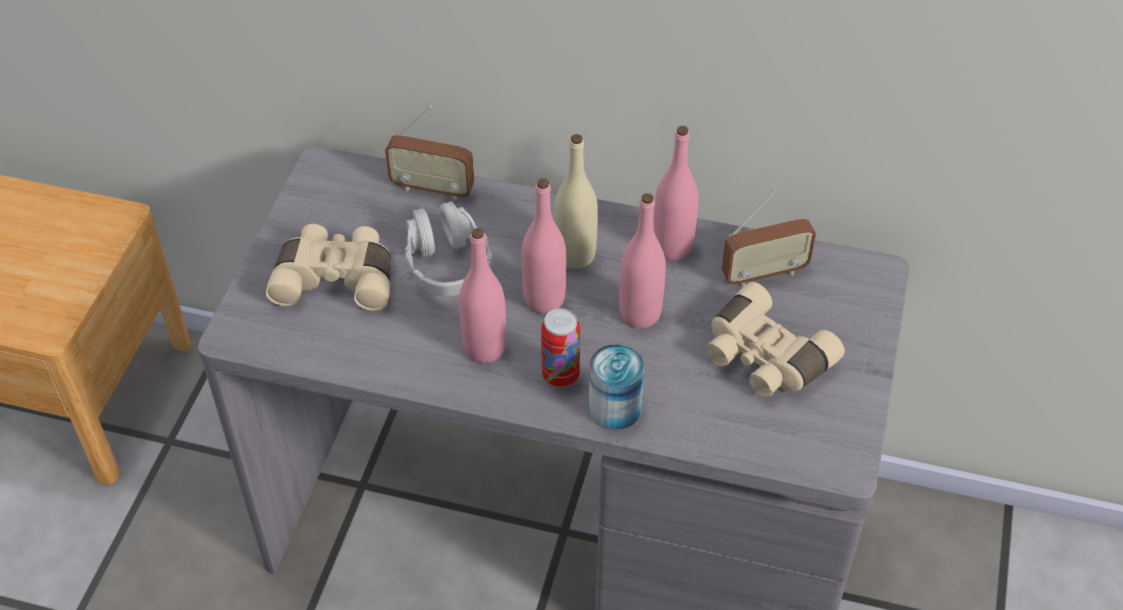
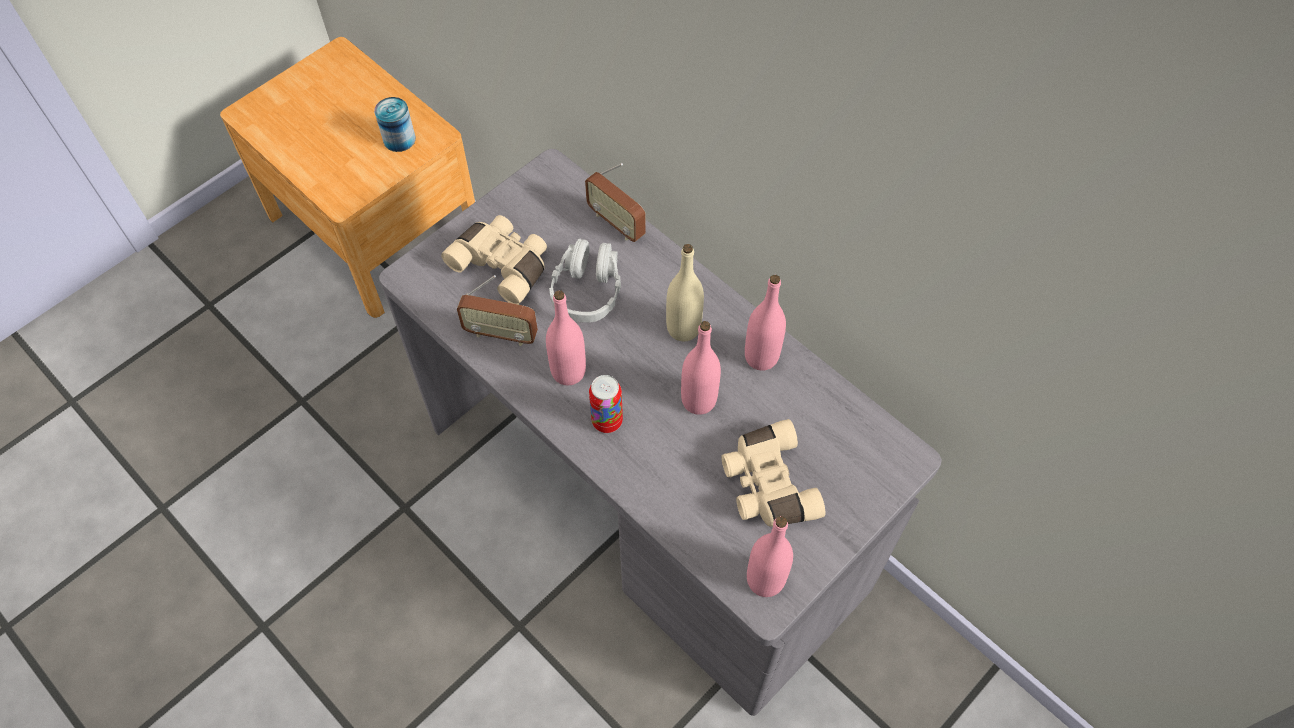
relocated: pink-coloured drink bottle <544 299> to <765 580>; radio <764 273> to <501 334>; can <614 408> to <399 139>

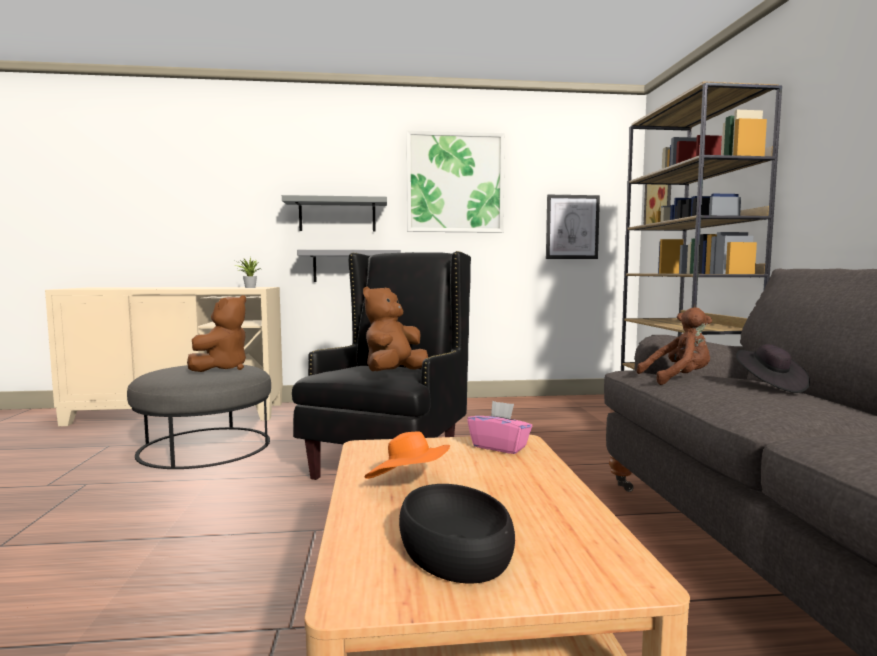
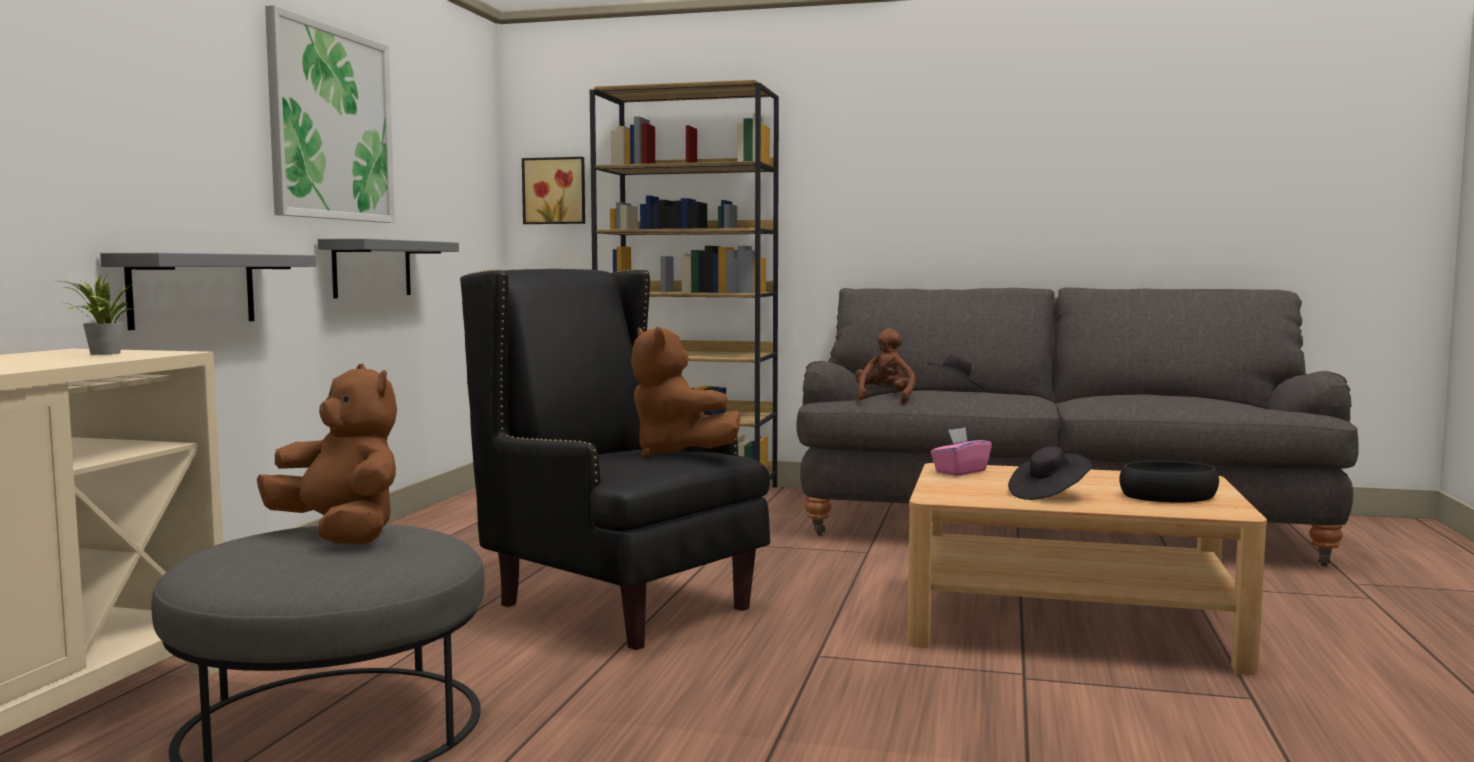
missing: picture <572 227>
relocated: gray shelf <337 215> to <372 268>
colour: orangey hat <409 484> to black-coloured hat <1048 495>

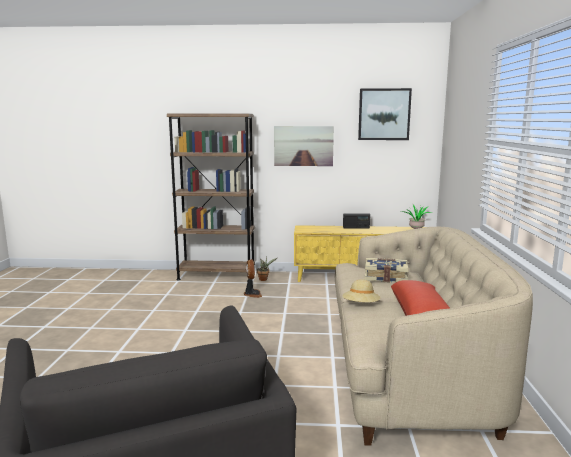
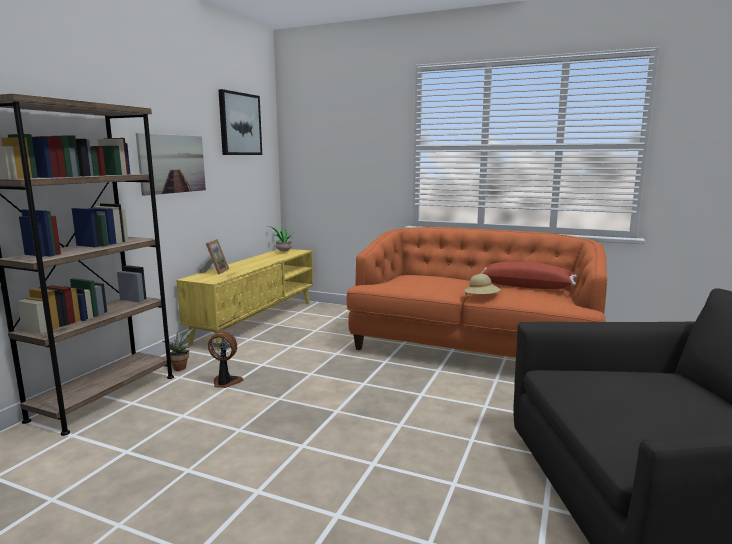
missing: radio <356 227>; book <385 277>
appeared: picture frame <215 271>
colour: sand-coloured couch <407 369> to orangey couch <473 348>

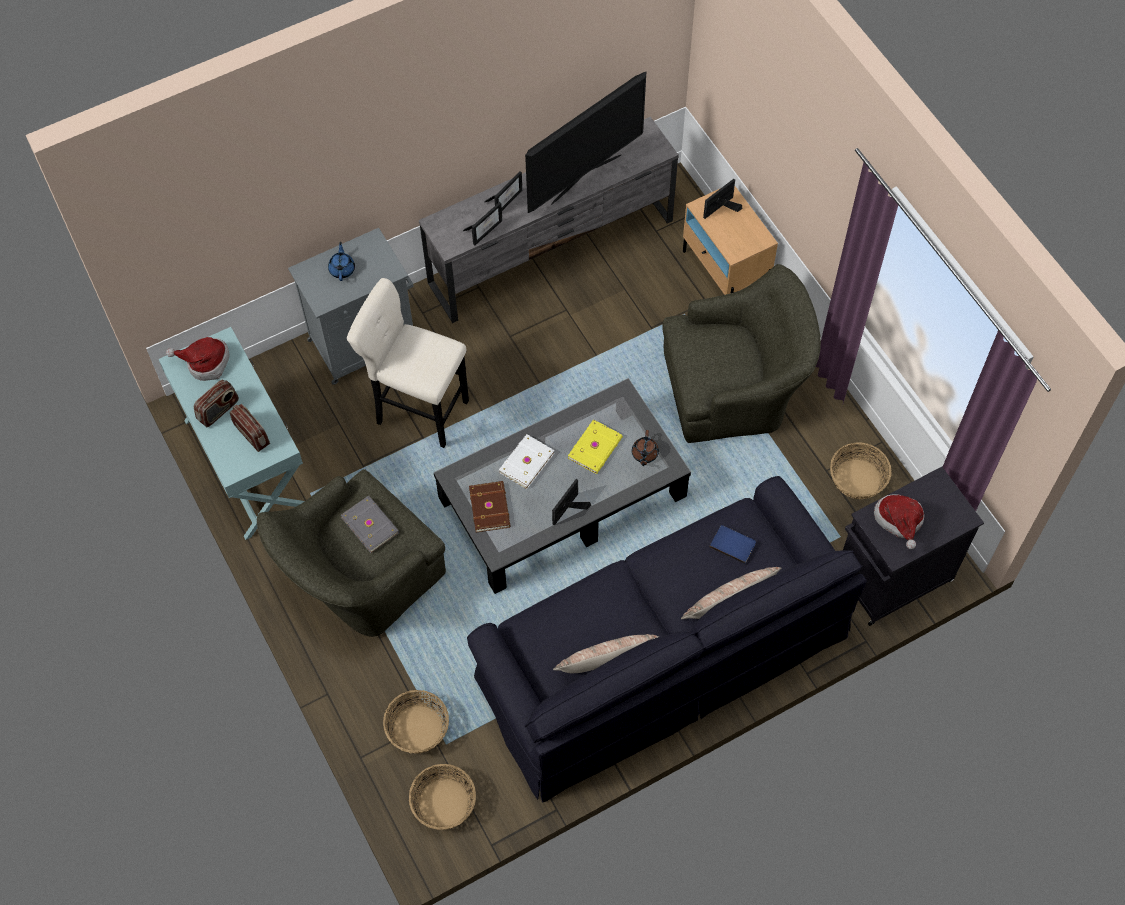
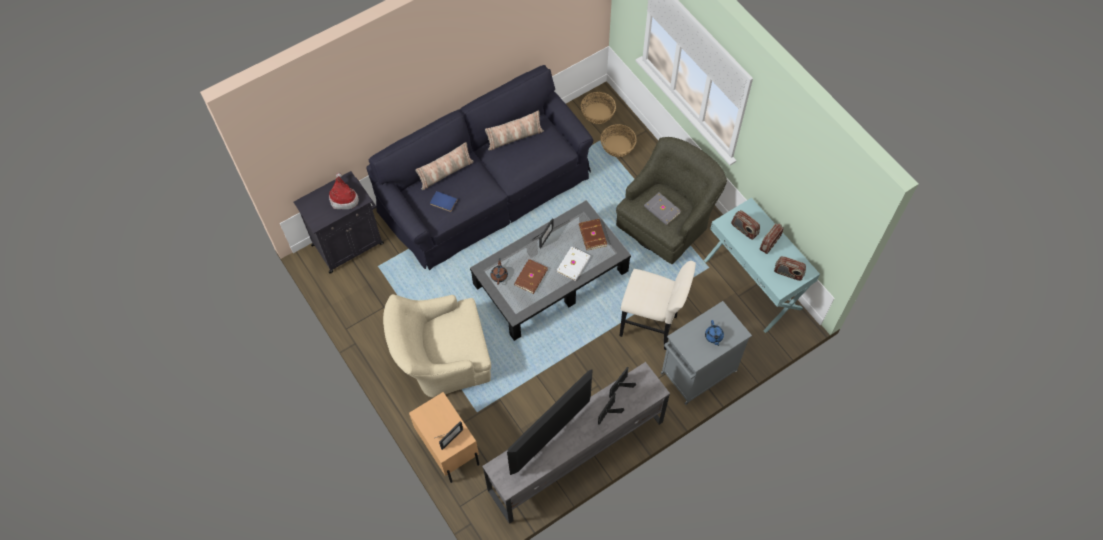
missing: basket <858 479>
exchanged: hat <205 363> to radio <788 273>
colour: green armchair <735 388> to sand-coloured armchair <441 358>; yellowish book <596 448> to brown book <530 277>

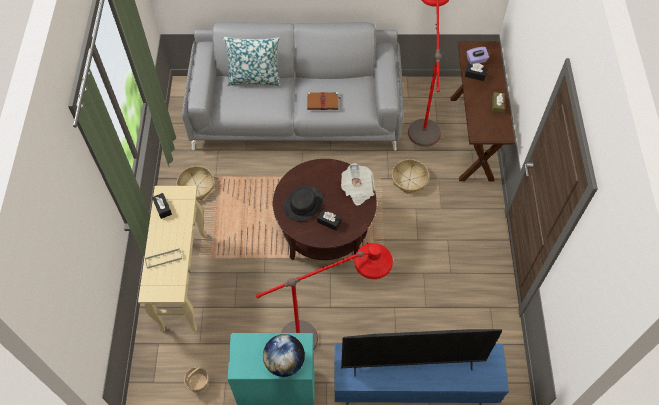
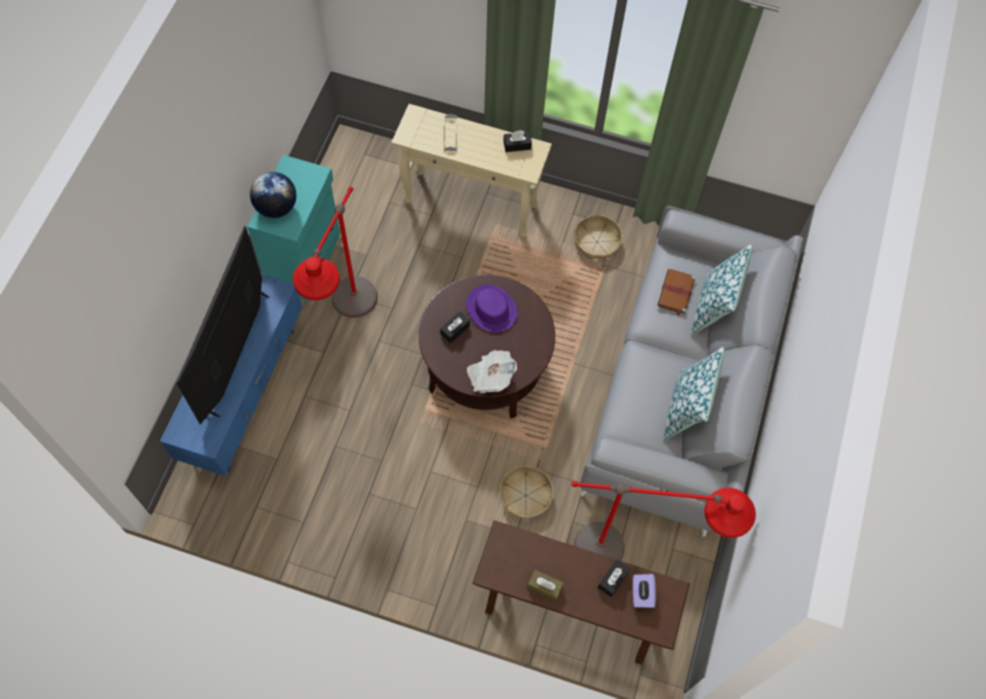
missing: basket <198 383>
appeared: throw pillow <686 408>
relocated: brown book <323 102> to <676 293>
colour: black-coloured hat <303 204> to purple hat <491 309>

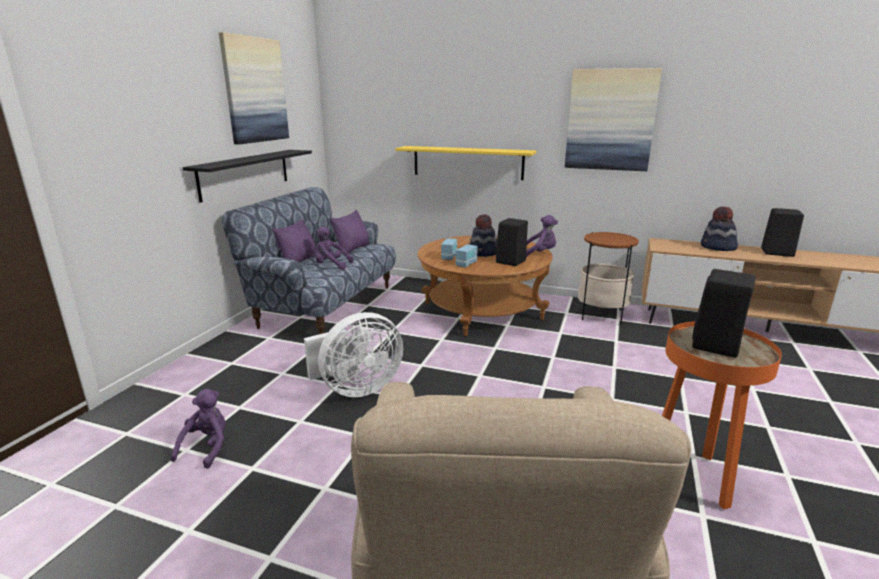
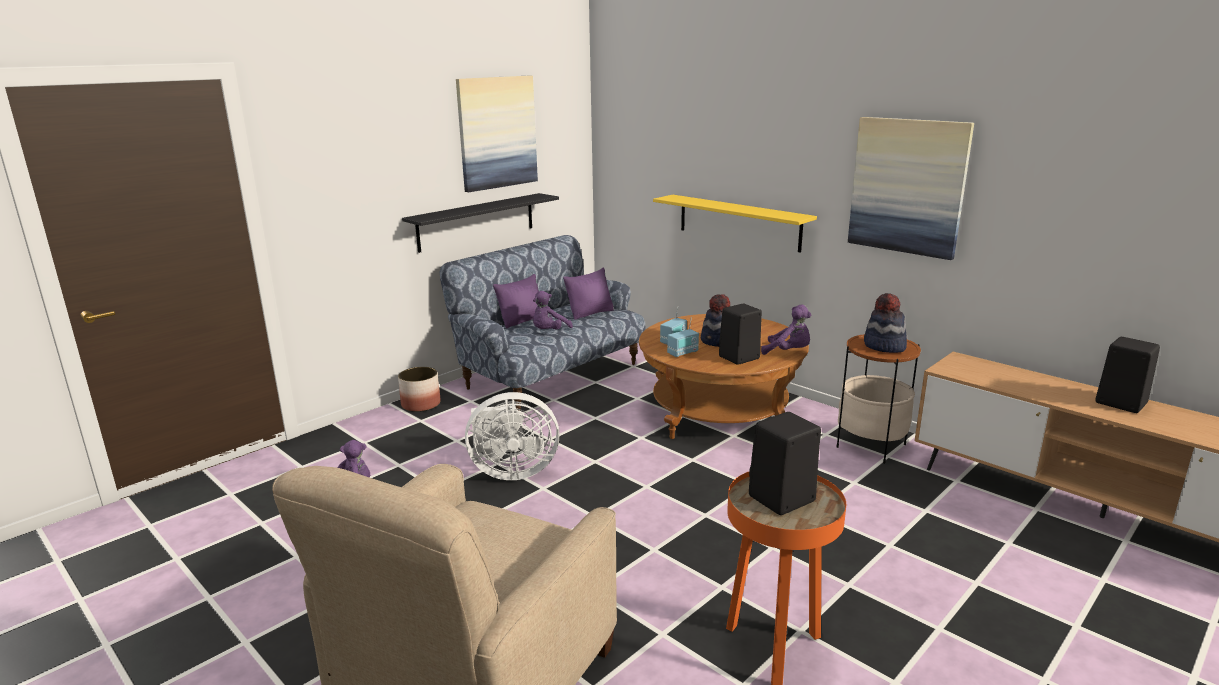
appeared: plant pot <421 404>
relocated: hat <717 247> to <884 346>
spun: purple plush toy <331 266> = <549 332> 90 degrees counterclockwise

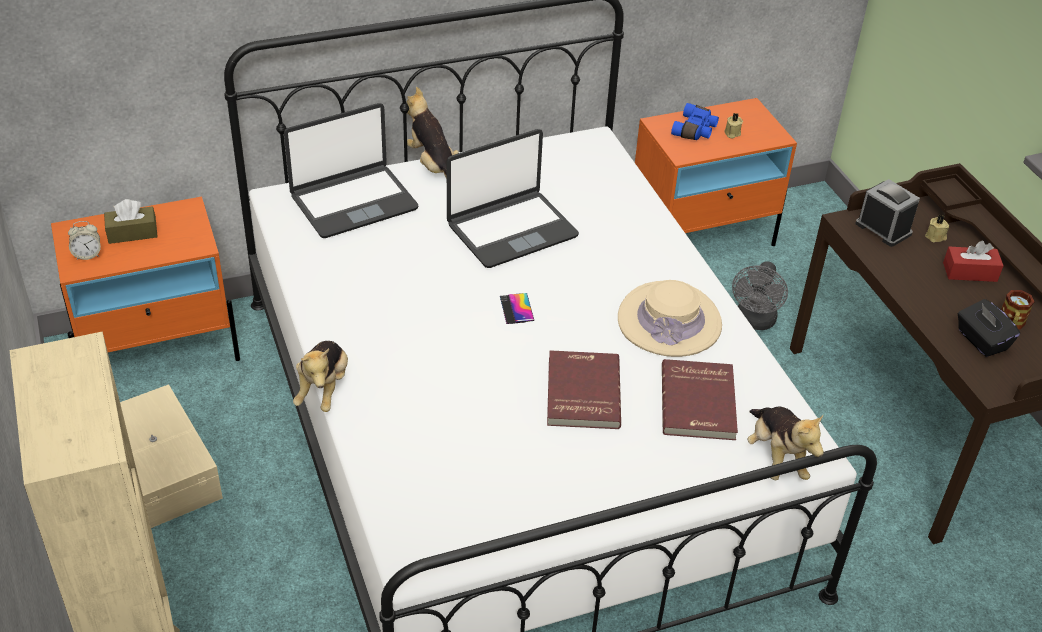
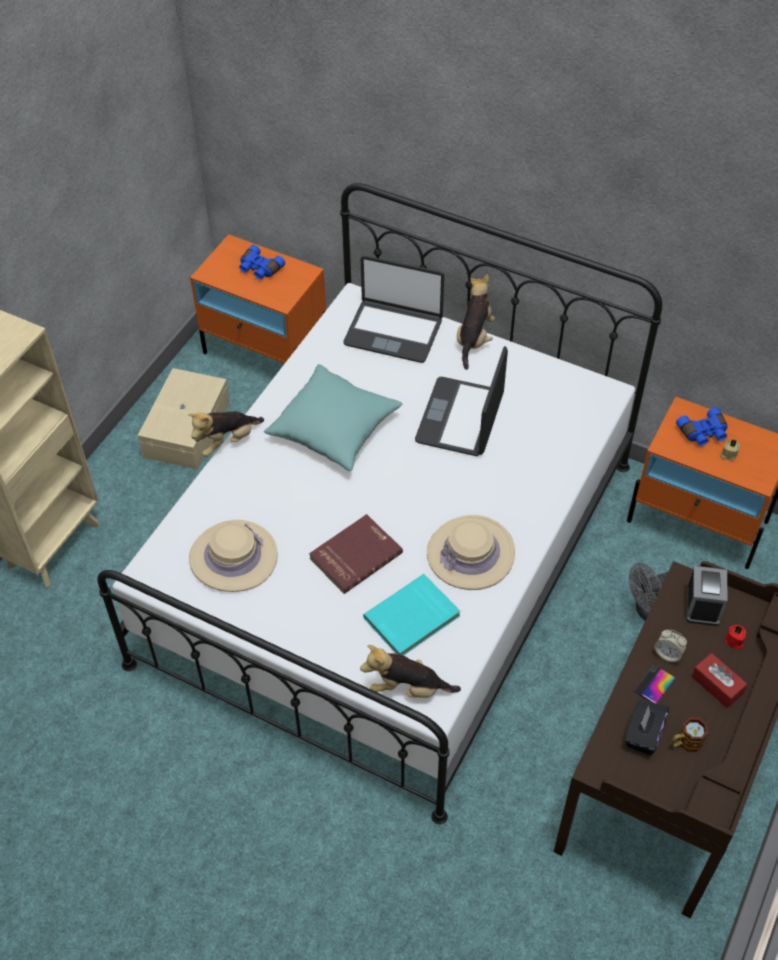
appeared: blue-green throw pillow <334 428>; sand-coloured hat <233 557>
relocated: table clock <87 255> to <668 654>; telephone <516 308> to <654 684>
exchanged: brown box of tissues <132 233> to blue pair of binoculars <259 269>
colour: sand-coloured candle <936 237> to red candle <734 641>; red book <700 402> to blue-green book <413 618>
spun: laptop <511 230> = <461 418> 90 degrees clockwise; plush toy <776 457> = <408 688> 60 degrees clockwise

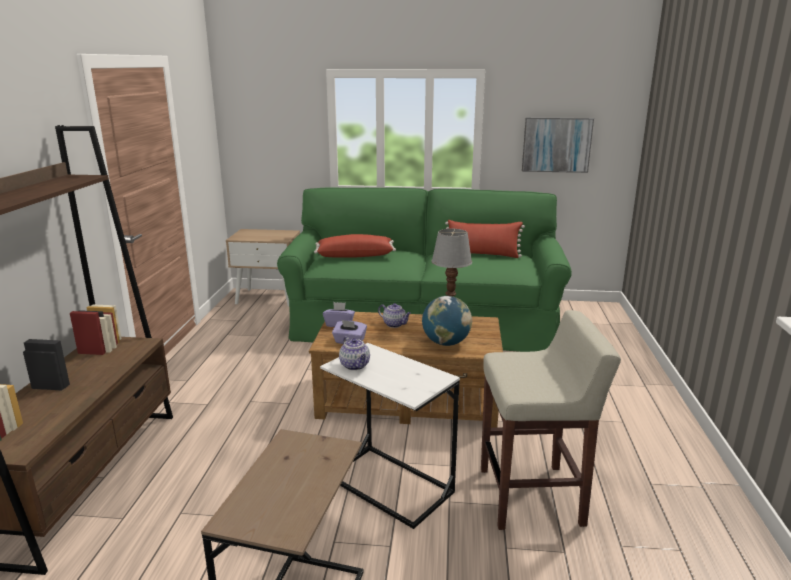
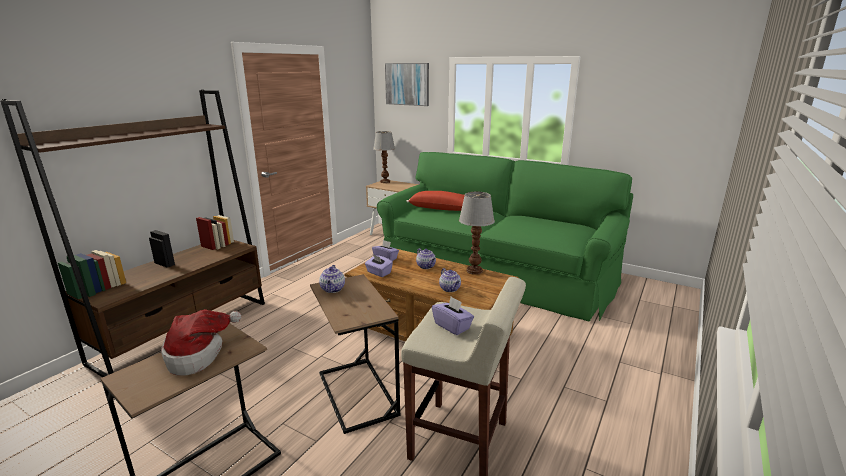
missing: red throw pillow <482 254>
appeared: tabletop lamp <385 182>; purple box of tissues <452 326>; hat <198 354>
relocated: picture <556 145> to <407 84>
exchanged: world globe <446 343> to pot for tea <450 289>
colour: whitish end table <390 484> to brown end table <357 393>

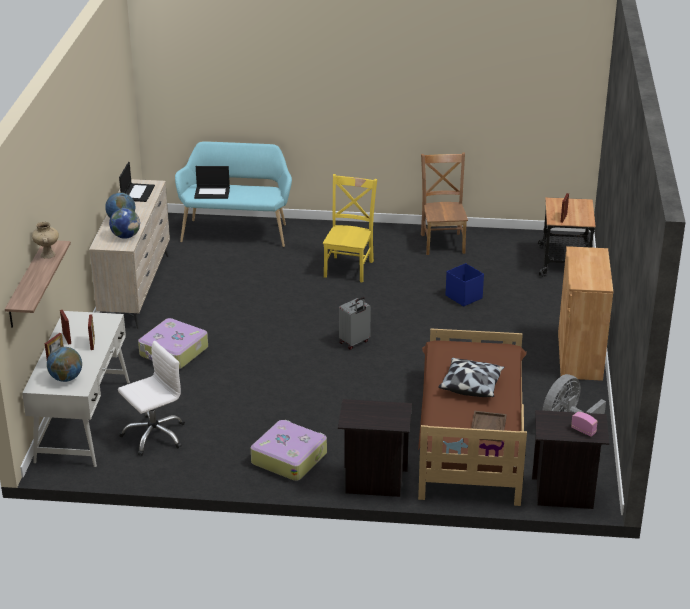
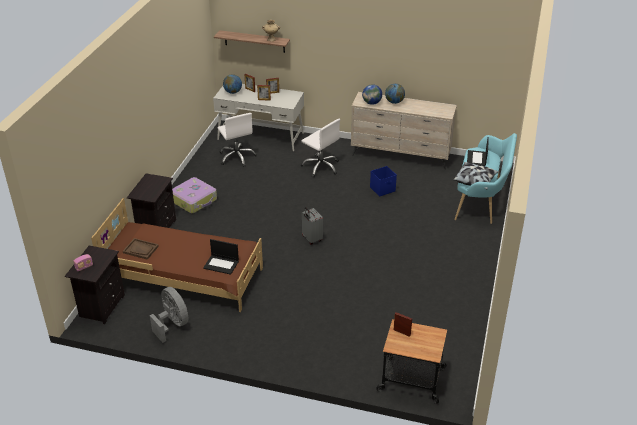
missing: brown plain chair <443 242>; yellowish plain chair <349 267>; brown storage cabinet <579 356>
relocated: laptop <137 192> to <221 264>; blue storage bin <463 296> to <383 189>; throw pillow <471 385> to <475 181>
exchanged: travel case <173 352> to whitish desk chair <321 167>

